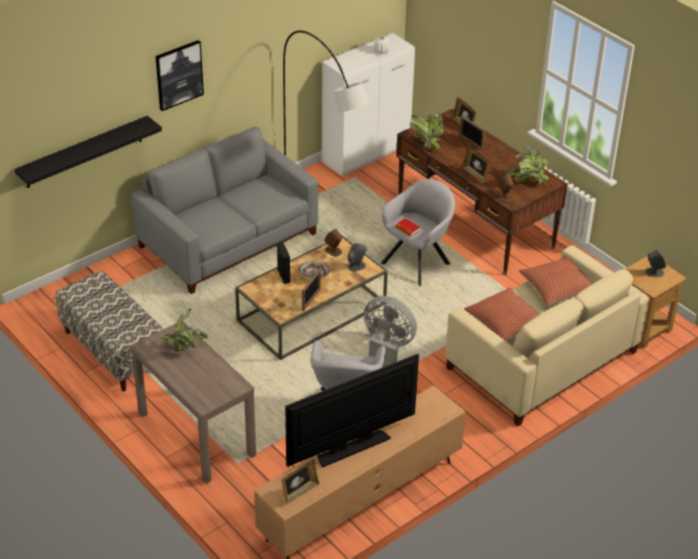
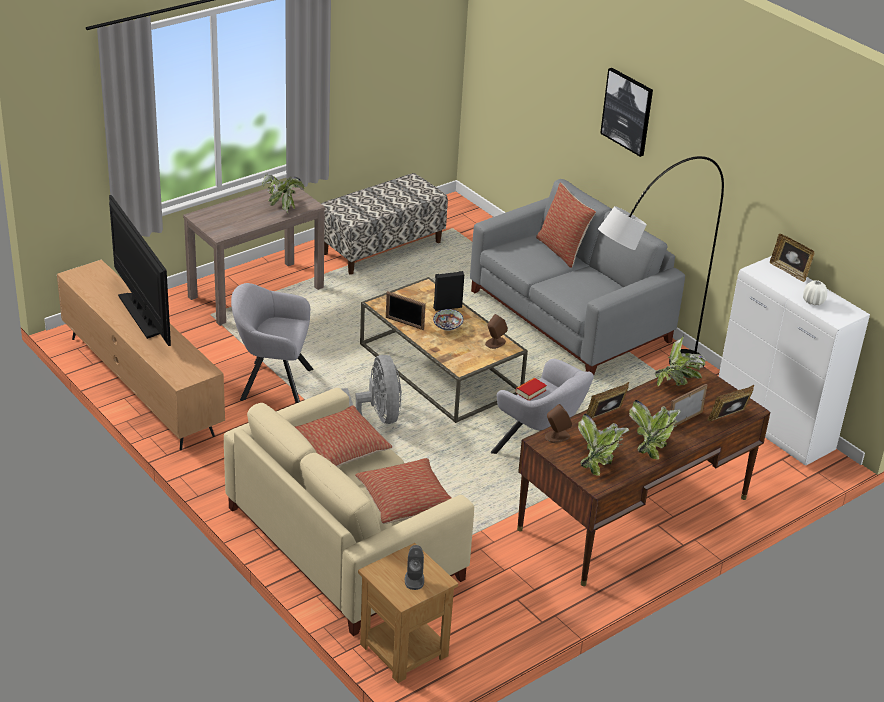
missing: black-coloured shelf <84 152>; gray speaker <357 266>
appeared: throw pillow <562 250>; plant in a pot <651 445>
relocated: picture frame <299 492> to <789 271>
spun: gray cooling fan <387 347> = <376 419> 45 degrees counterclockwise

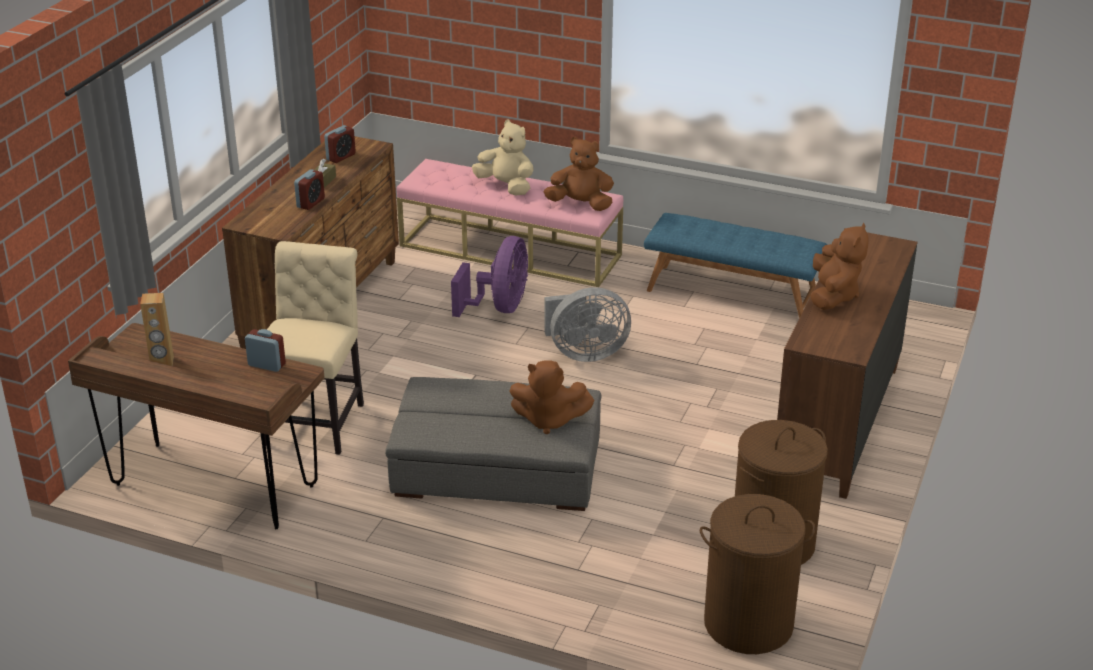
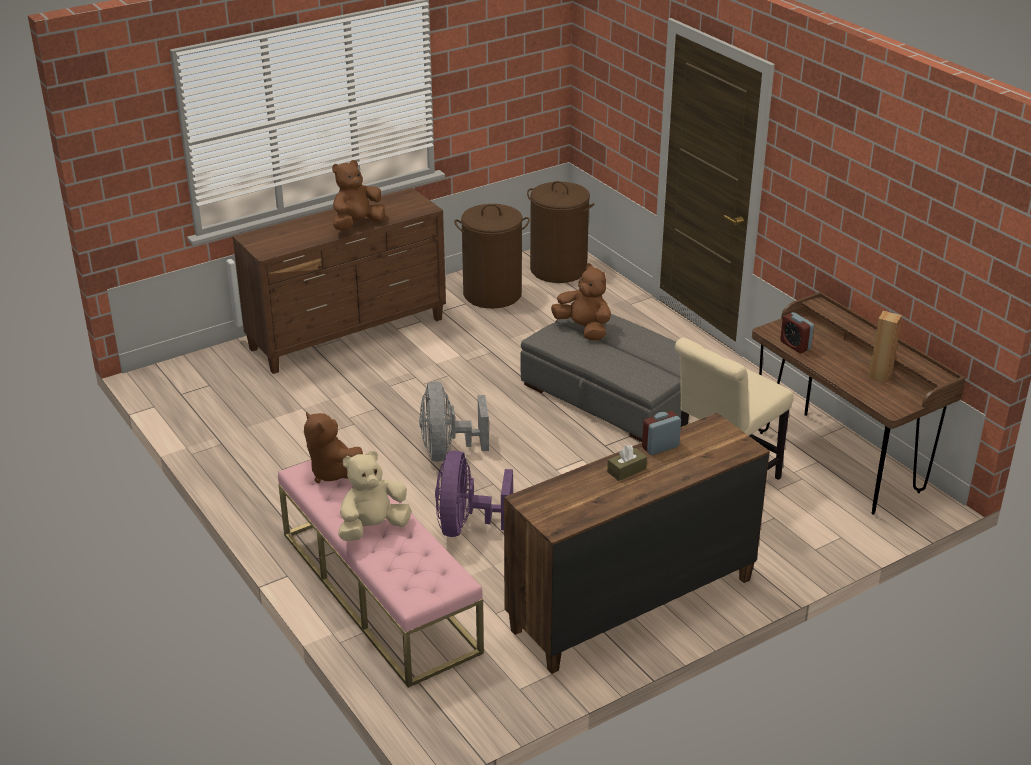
missing: table clock <341 157>; blue long seat <732 293>
spun: sand-coloured plush toy <506 186> = <373 528> 75 degrees clockwise; purple cooling fan <499 307> = <466 526> 45 degrees counterclockwise; gray cooling fan <585 353> = <447 451> 120 degrees counterclockwise

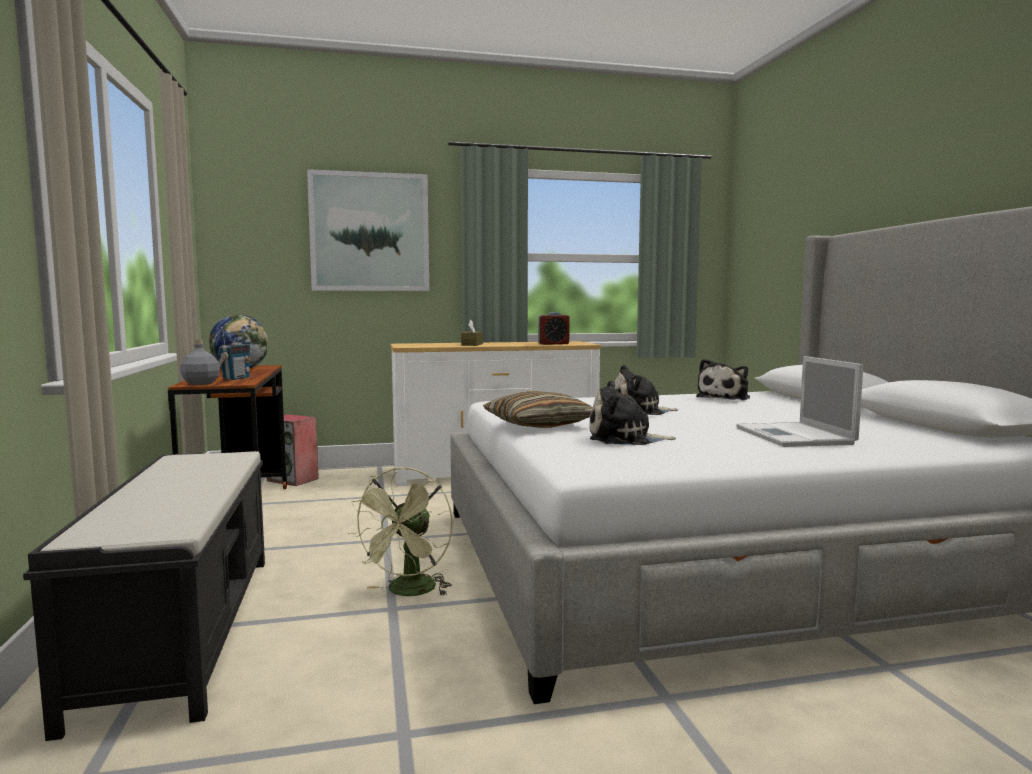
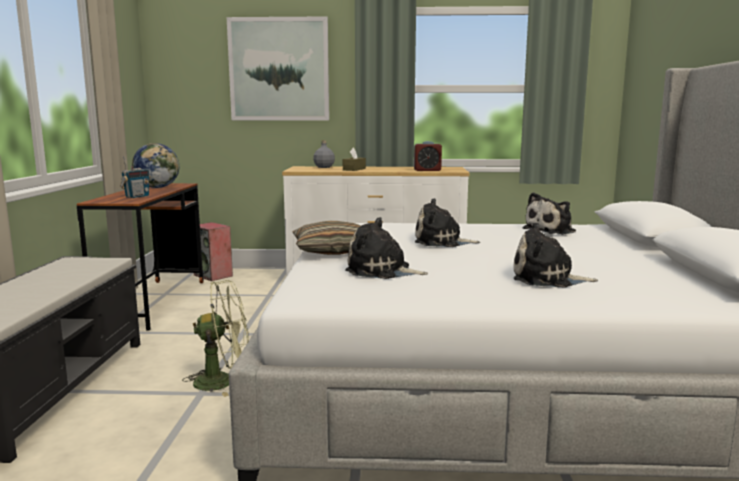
relocated: gray drink bottle <200 383> to <324 167>
exchanged: laptop <795 436> to plush toy <547 279>
spun: green cooling fan <408 592> = <223 381> 135 degrees counterclockwise

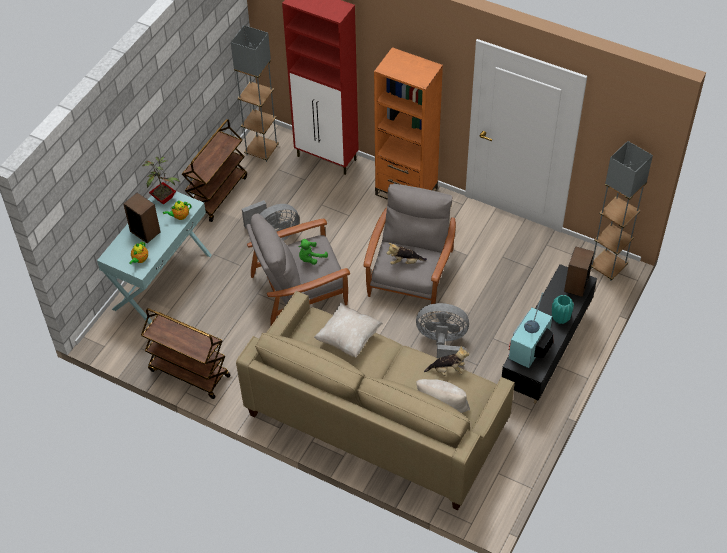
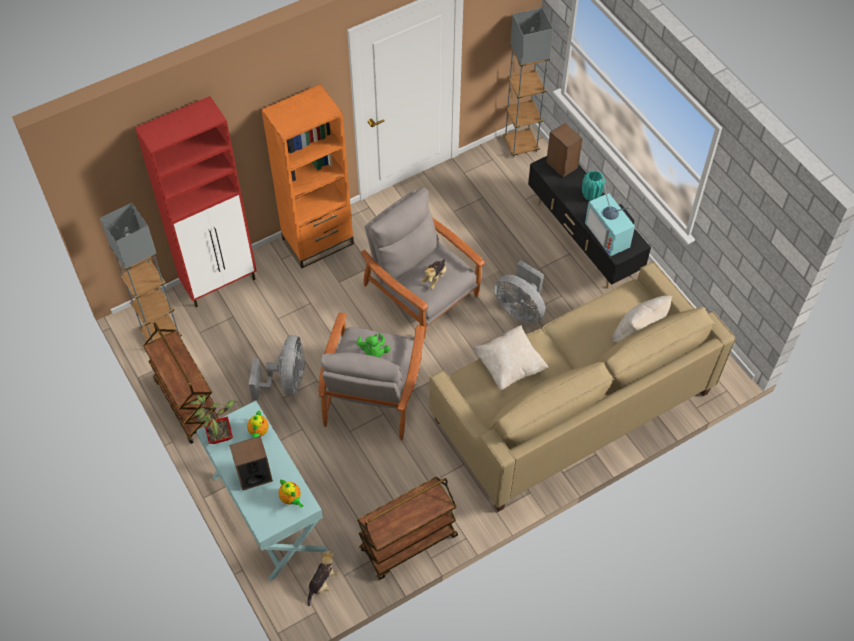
relocated: plush toy <447 370> to <322 583>
spun: gray cooling fan <443 343> = <520 309> 90 degrees counterclockwise

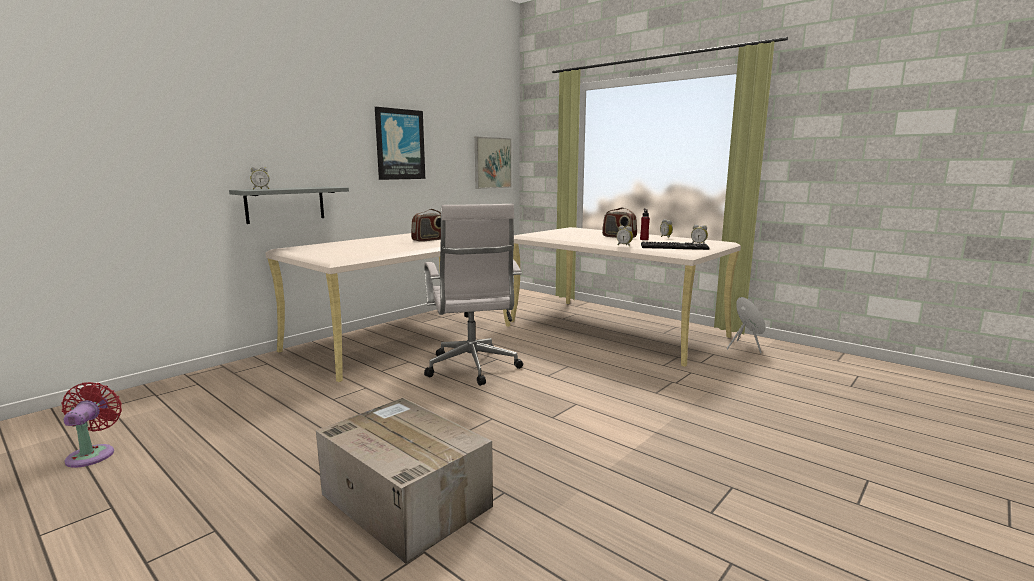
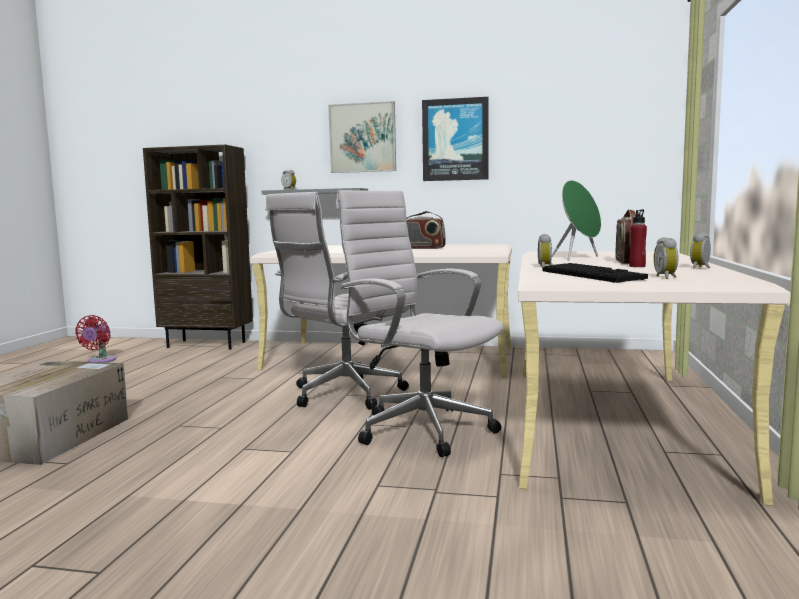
appeared: brown shelving unit <207 344>; whitish desk chair <420 428>
relocated: picture <492 163> to <362 138>; green speaker <744 347> to <578 258>
spun: red cooling fan <93 454> = <100 361> 135 degrees clockwise

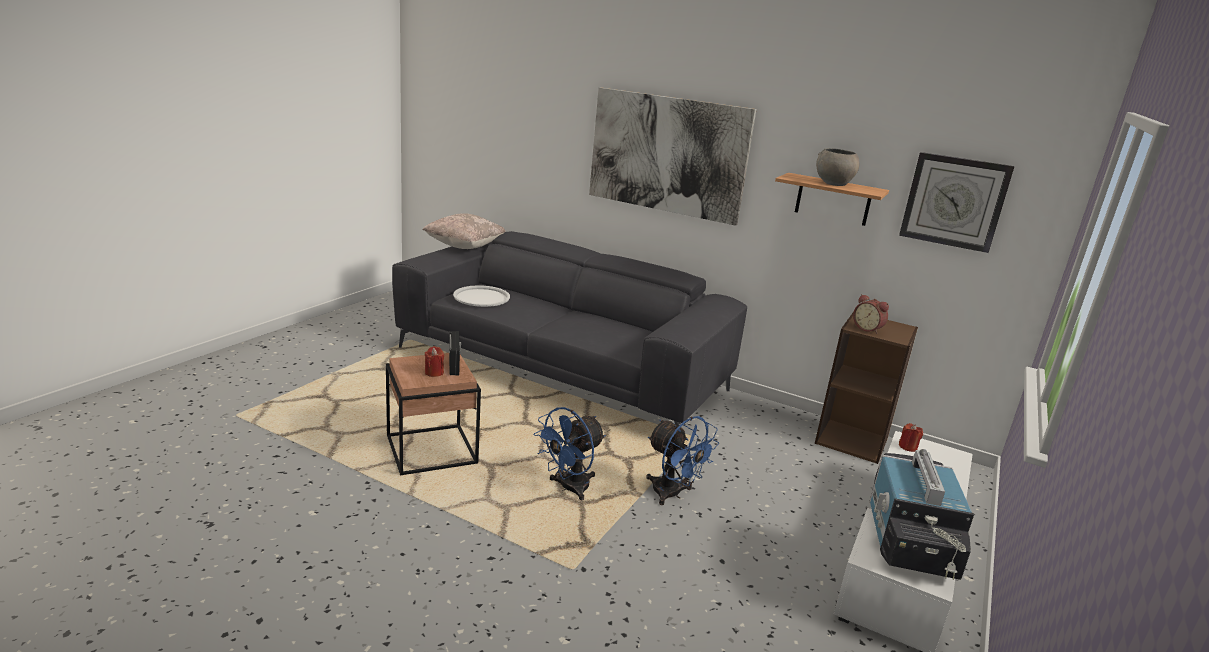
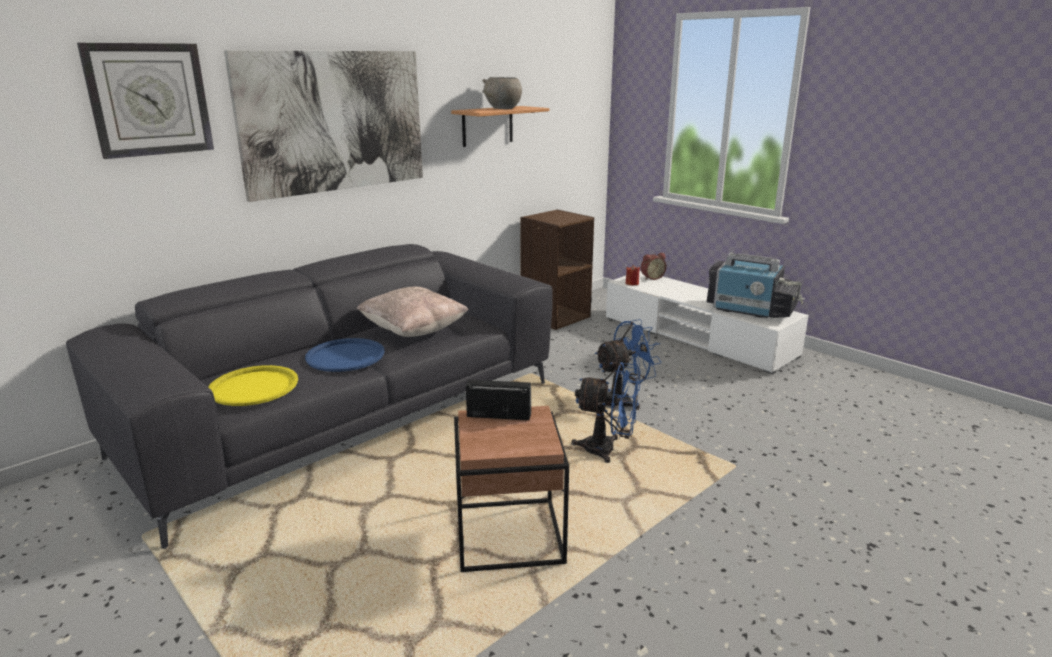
missing: red candle <434 372>
appeared: blue tray <345 356>
relocated: wall clock <954 201> to <149 99>; sand-coloured throw pillow <464 246> to <413 331>; table clock <868 329> to <651 278>
colour: whitish tray <481 297> to yellowish tray <254 387>
spun: blue cooling fan <568 488> = <607 450> 45 degrees counterclockwise

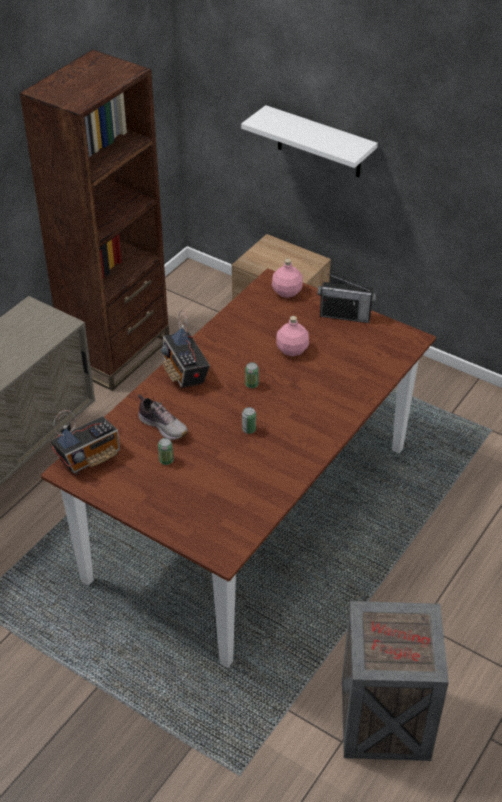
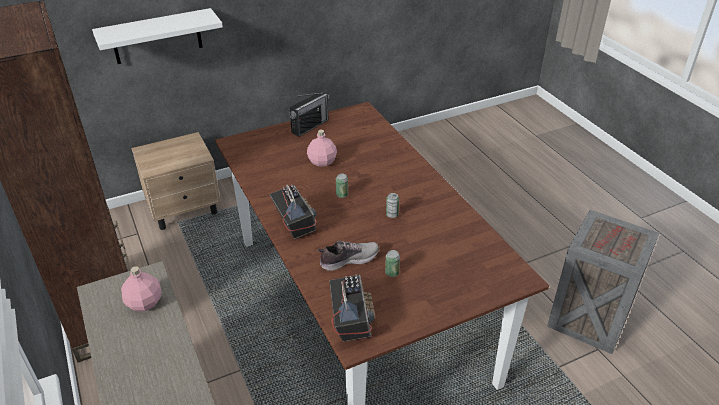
relocated: pink-coloured drink bottle <286 292> to <144 303>
spun: radio <185 373> = <294 224> 120 degrees counterclockwise

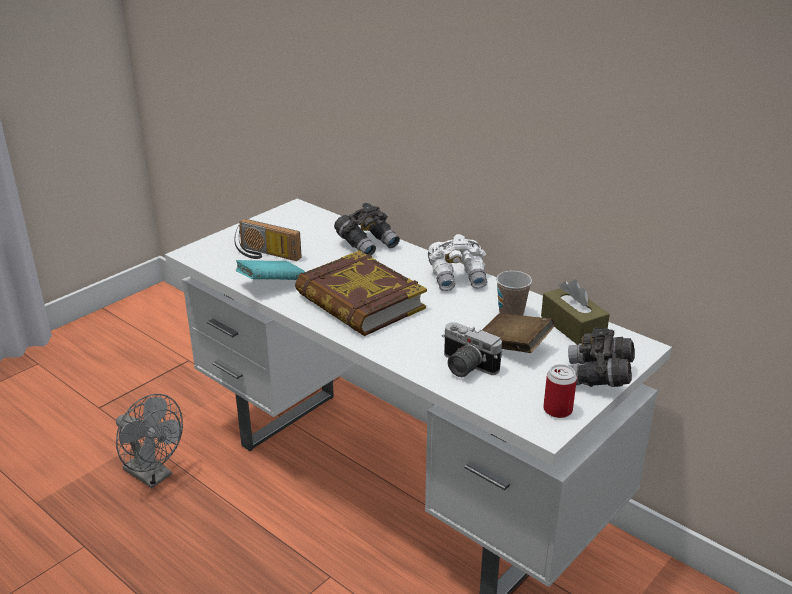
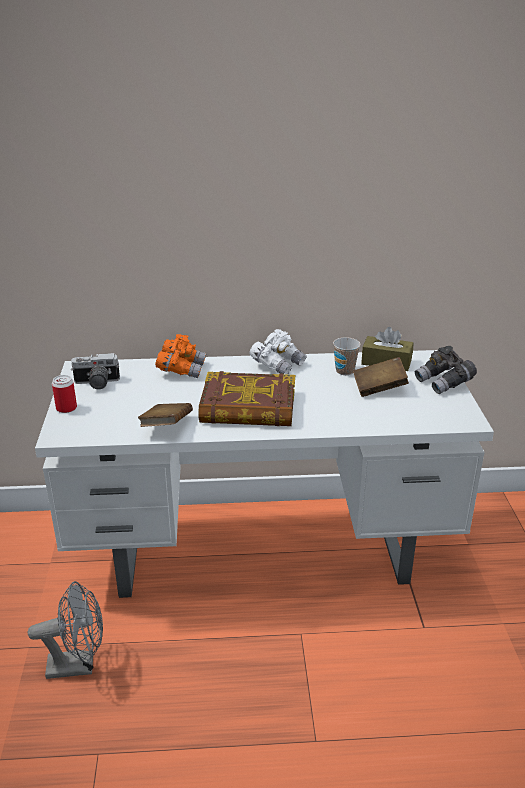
missing: radio <265 255>
relocated: still camera <465 367> to <96 384>; can <557 410> to <66 408>
colour: gray pair of binoculars <367 244> to orangey pair of binoculars <181 369>; blue-green book <271 284> to brown book <166 427>

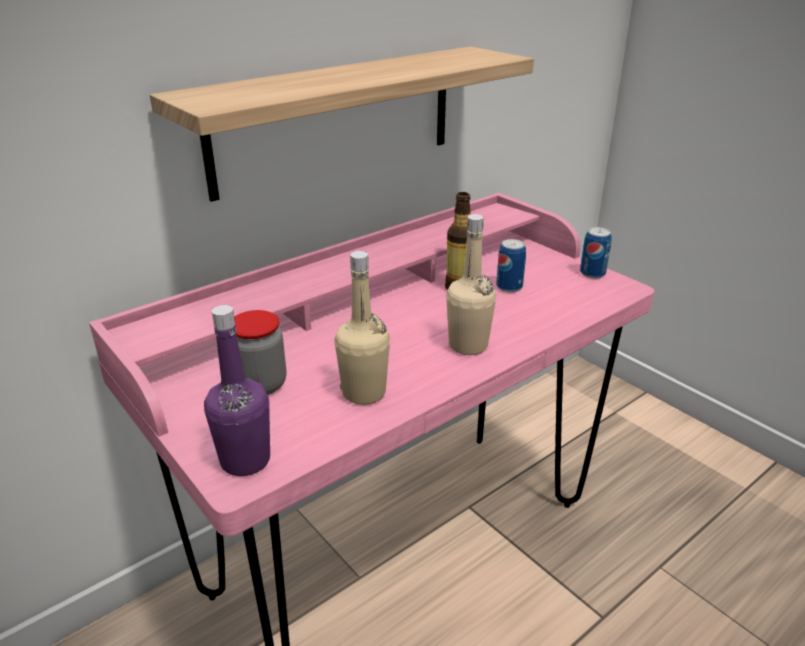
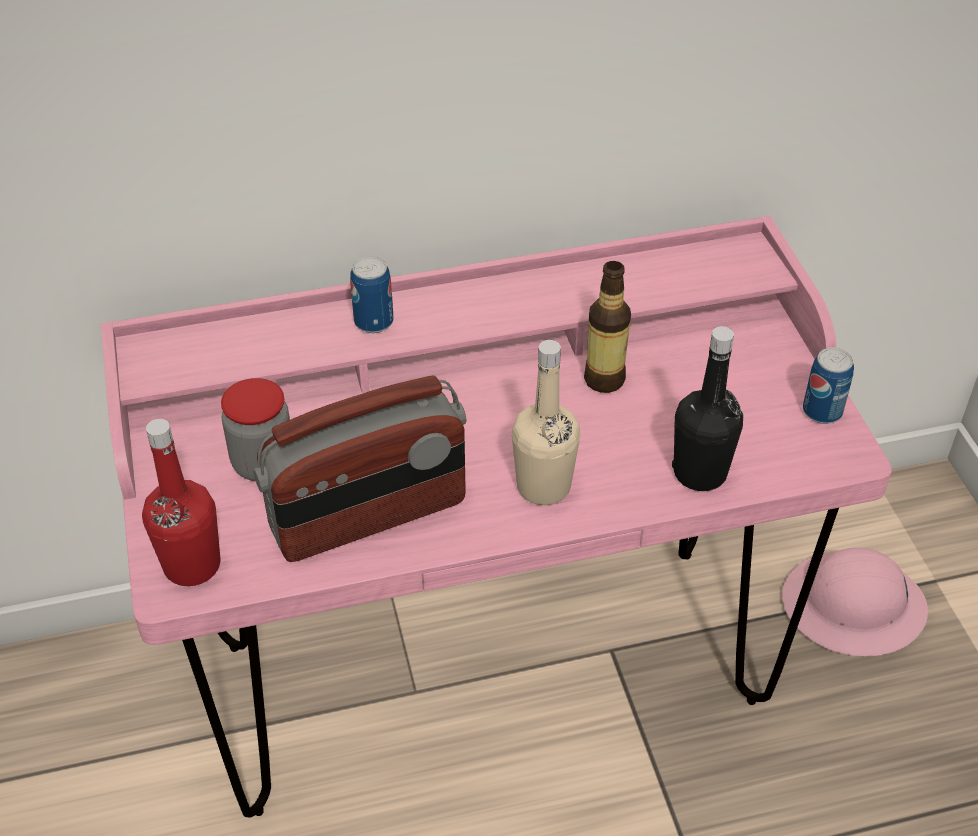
missing: shelf <336 119>
appeared: black-coloured drink bottle <700 473>; pink-coloured hard hat <853 607>
relocated: can <509 287> to <373 322>
exchanged: sand-coloured drink bottle <364 393> to radio <369 517>
colour: purple drink bottle <245 460> to red drink bottle <192 565>

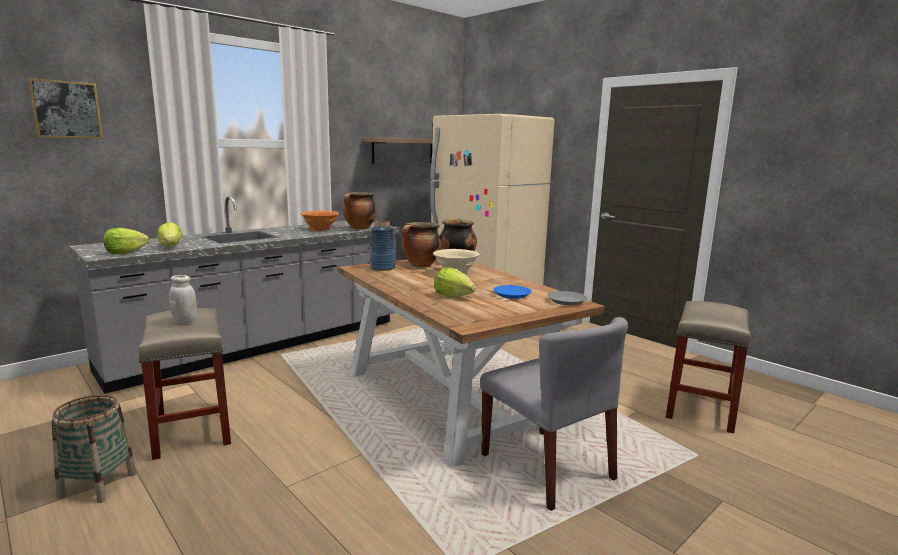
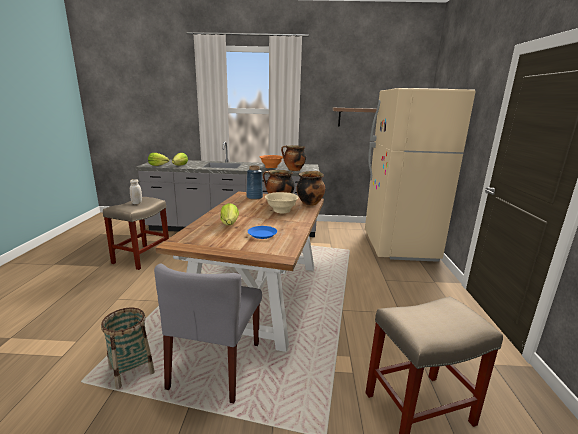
missing: picture <66 109>; gray plate <566 301>
relocated: basket <98 485> to <131 371>

